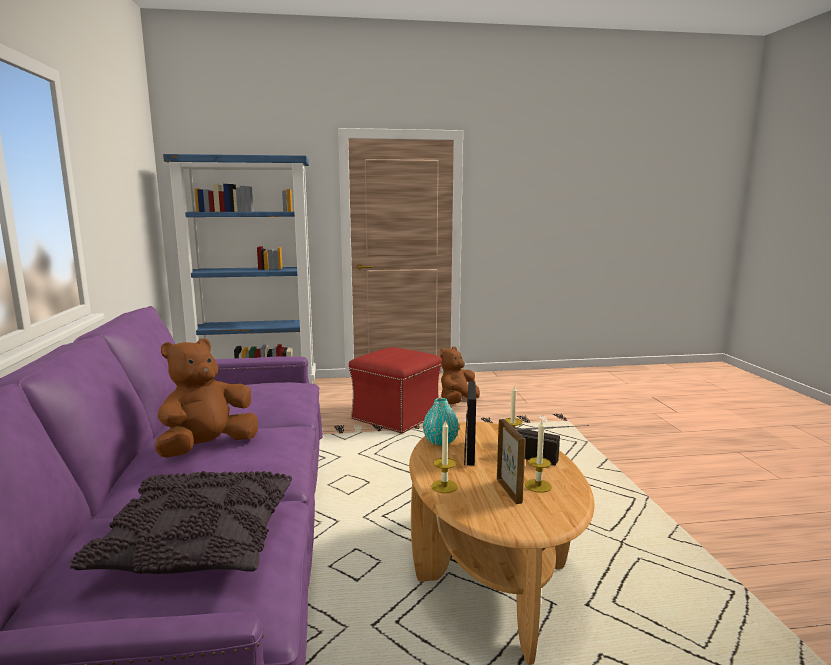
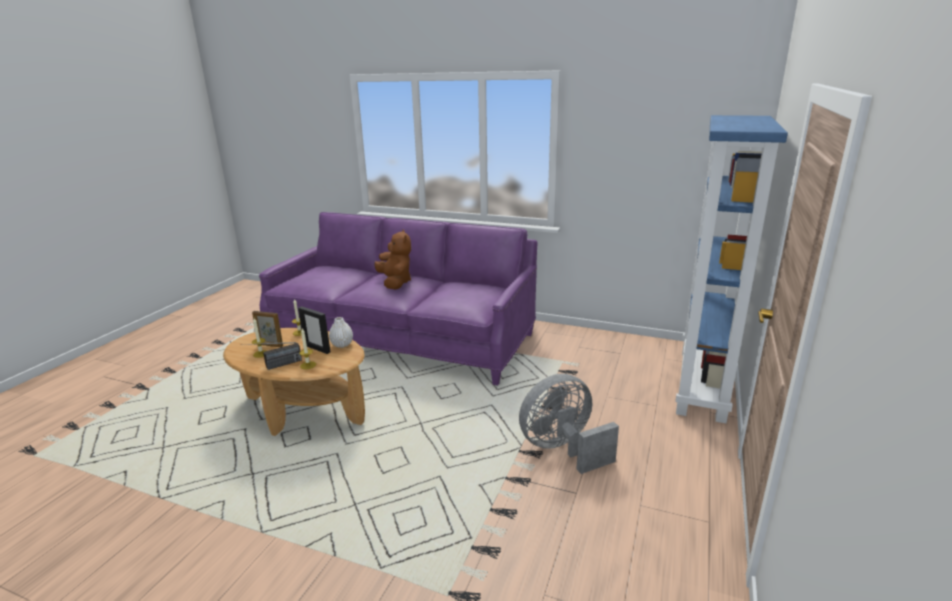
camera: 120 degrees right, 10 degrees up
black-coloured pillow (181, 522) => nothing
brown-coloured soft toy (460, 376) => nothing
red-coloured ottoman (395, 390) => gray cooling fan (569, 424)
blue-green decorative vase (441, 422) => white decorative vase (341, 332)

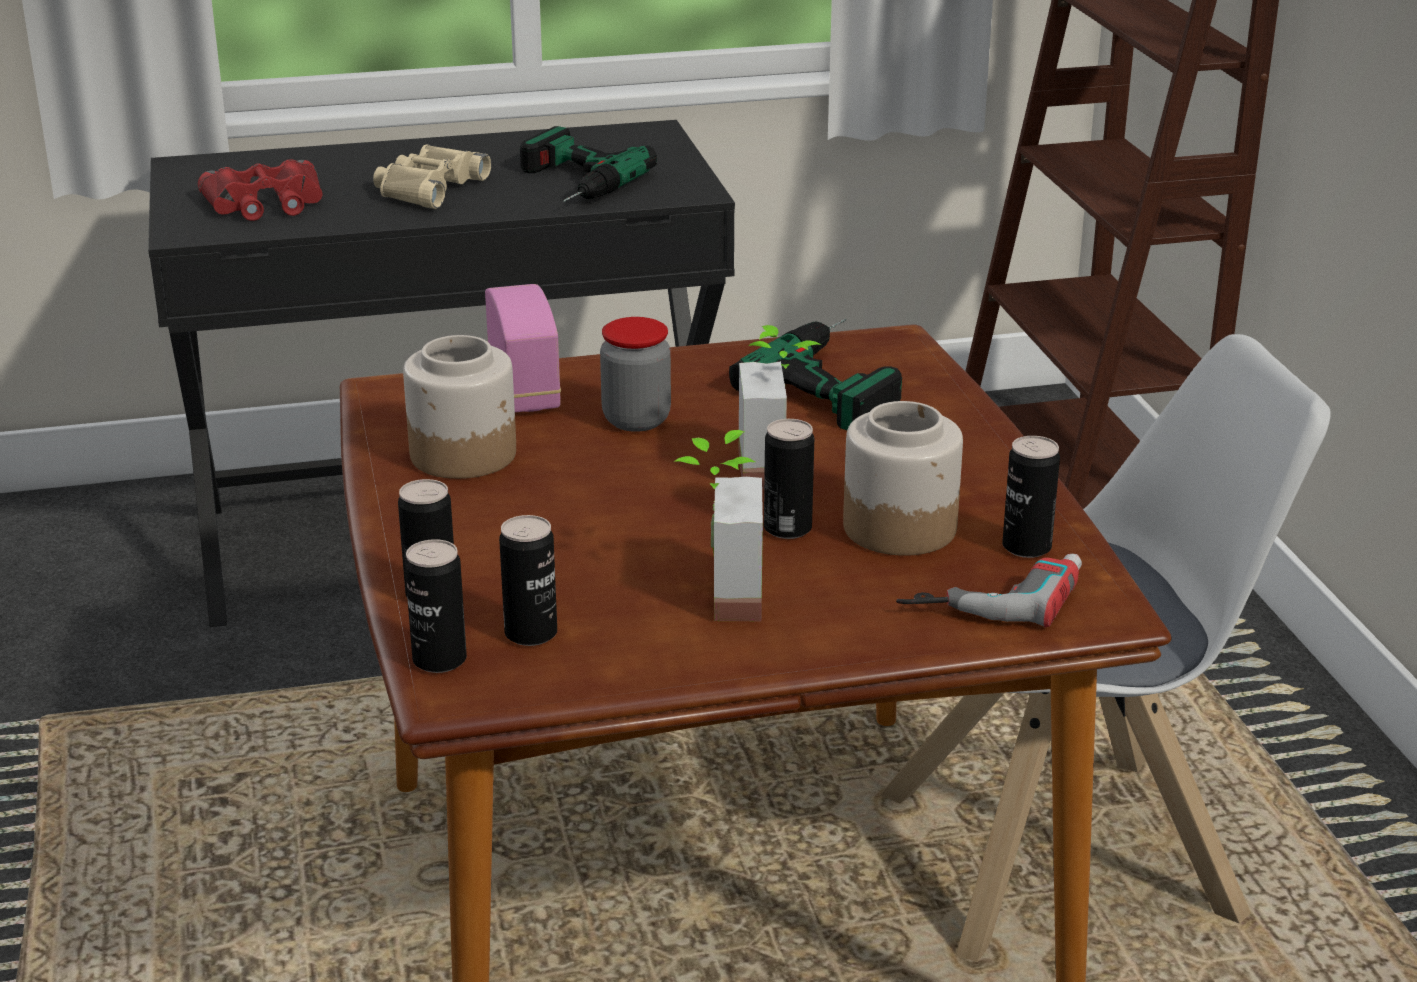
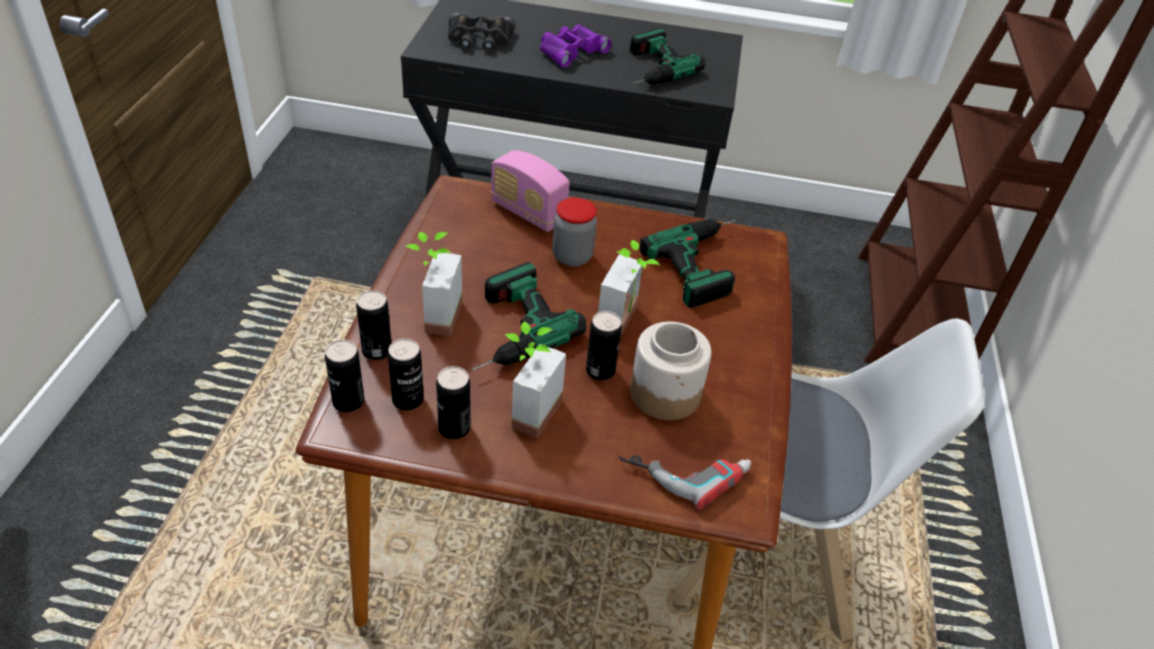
camera: 20 degrees right, 15 degrees up
storage jar (459, 407) => nothing
nothing => plant in a pot (433, 284)
nothing => electric drill (529, 316)
can (1031, 497) => can (453, 402), relocated
red-coloured pair of binoculars (260, 190) => black-coloured pair of binoculars (482, 32)
sand-coloured pair of binoculars (432, 176) => purple pair of binoculars (576, 46)
radio receiver (523, 348) => radio receiver (530, 191), 120 degrees clockwise

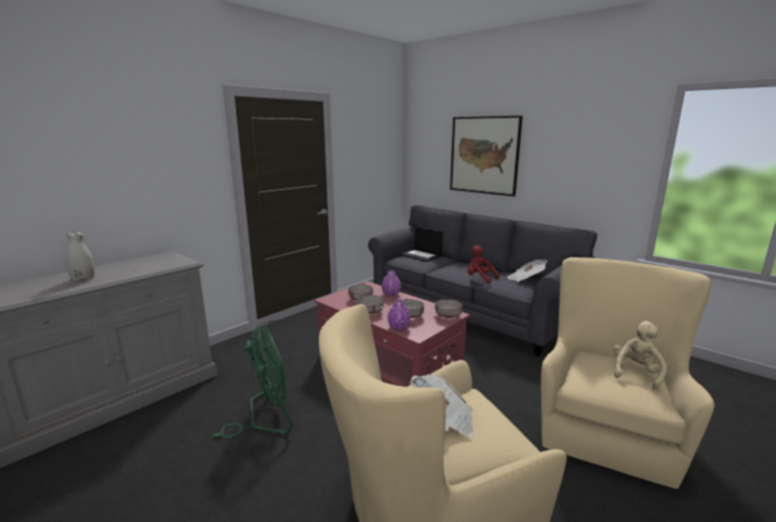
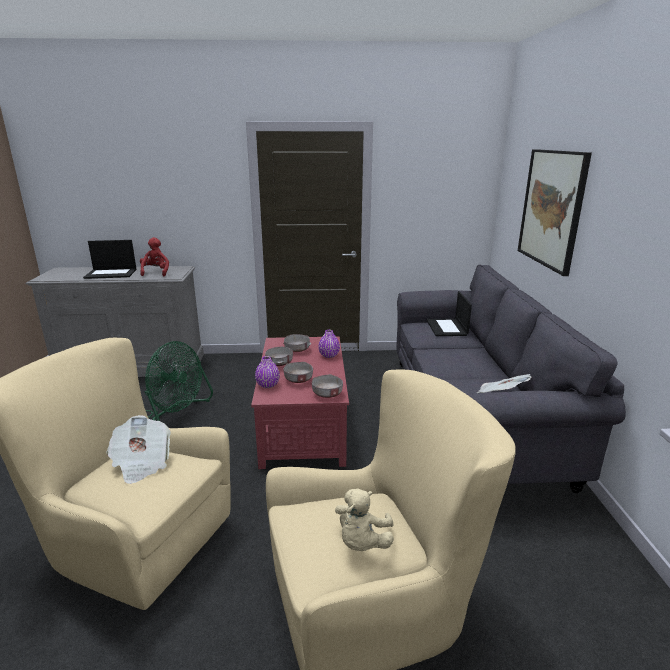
camera: 45 degrees right, 5 degrees up
red-coloured soft toy (483, 264) => red-coloured soft toy (154, 256), relocated
white decorative vase (80, 257) => laptop (110, 259)
sand-coloured soft toy (640, 355) => sand-coloured soft toy (364, 519), 120 degrees clockwise

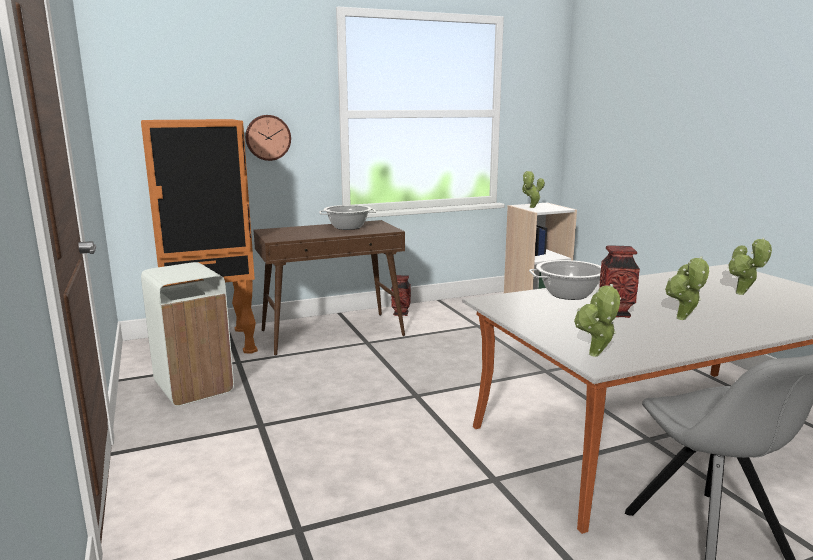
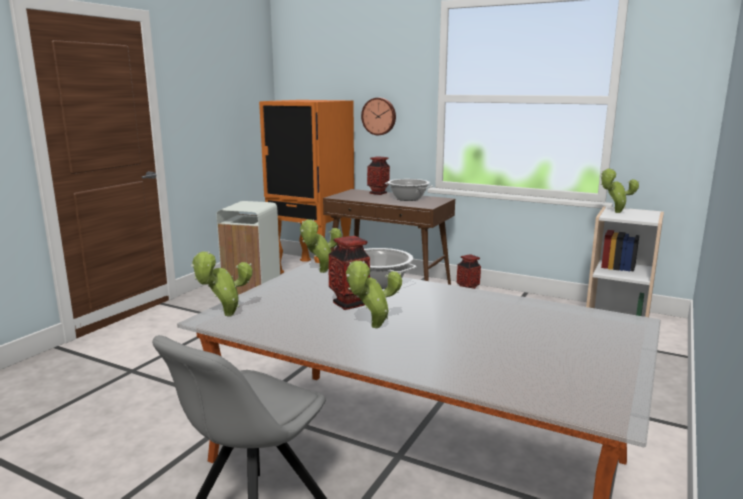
camera: 50 degrees right, 0 degrees up
nothing => decorative vase (378, 175)
plant in a pot (749, 266) => plant in a pot (321, 246), relocated

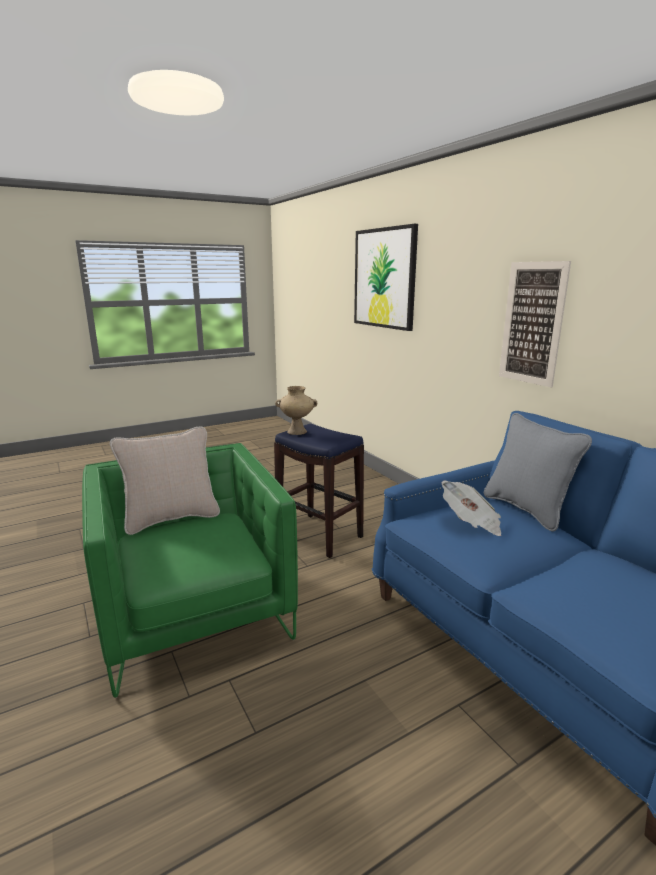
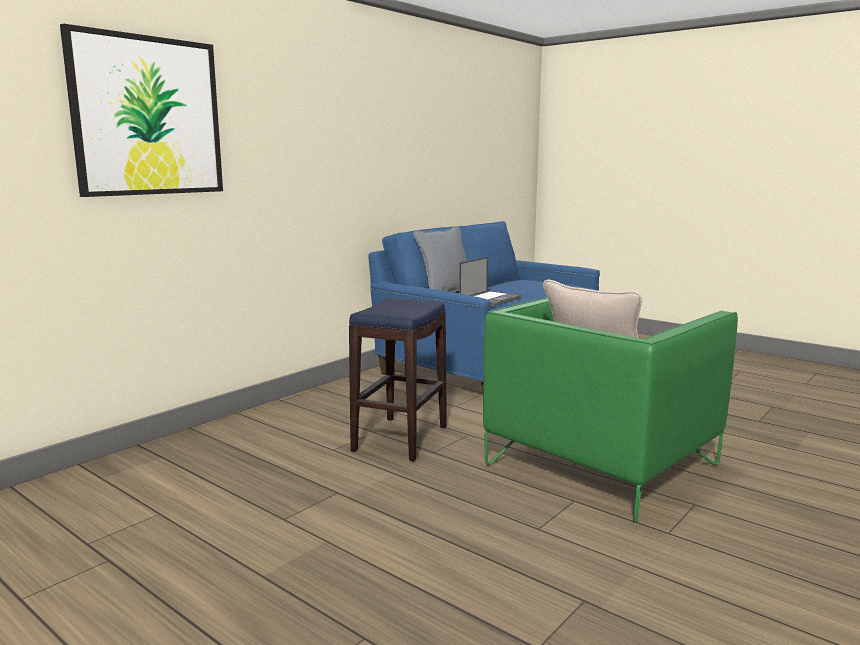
camera: 110 degrees left, 5 degrees down
sand-coloured decorative vase (296, 410) => nothing
picture (535, 324) => nothing
newspaper (471, 508) => laptop (490, 281)

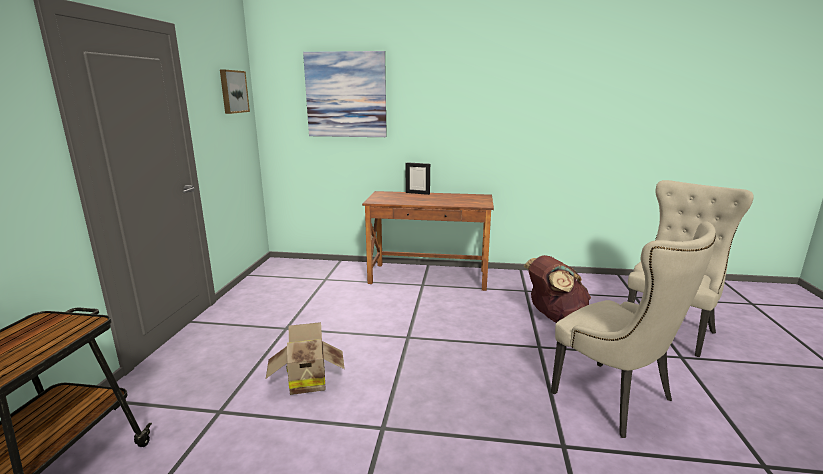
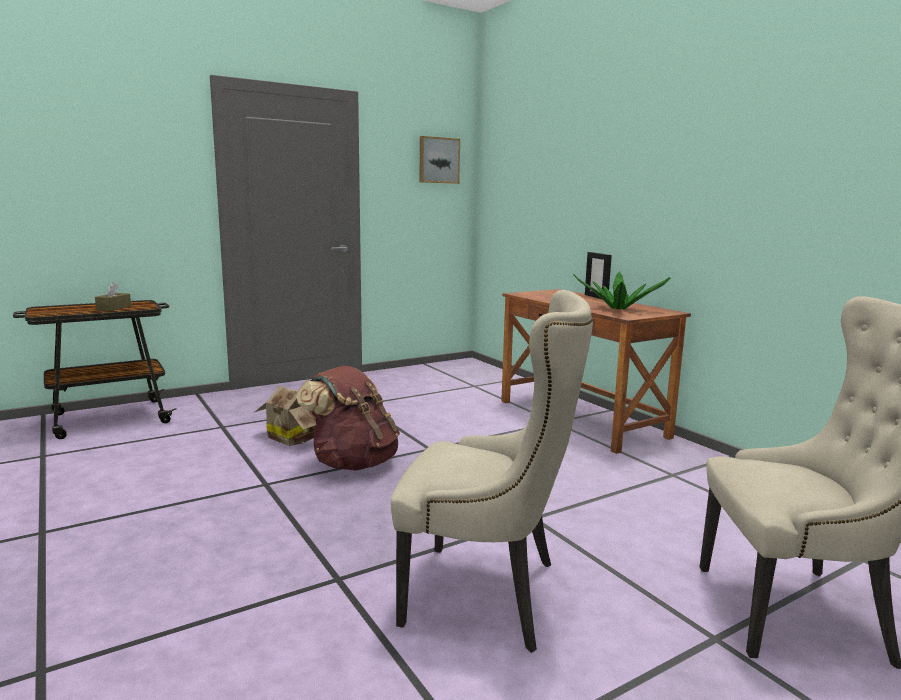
camera: 50 degrees right, 5 degrees down
picture (345, 94) => nothing
nothing => brown-coloured tissue holder (113, 296)
nothing => plant in a pot (621, 290)
brown-coloured rucksack (557, 289) => brown-coloured rucksack (348, 418), relocated
sand-coloured upright chair (633, 329) => sand-coloured upright chair (492, 471), 90 degrees counterclockwise

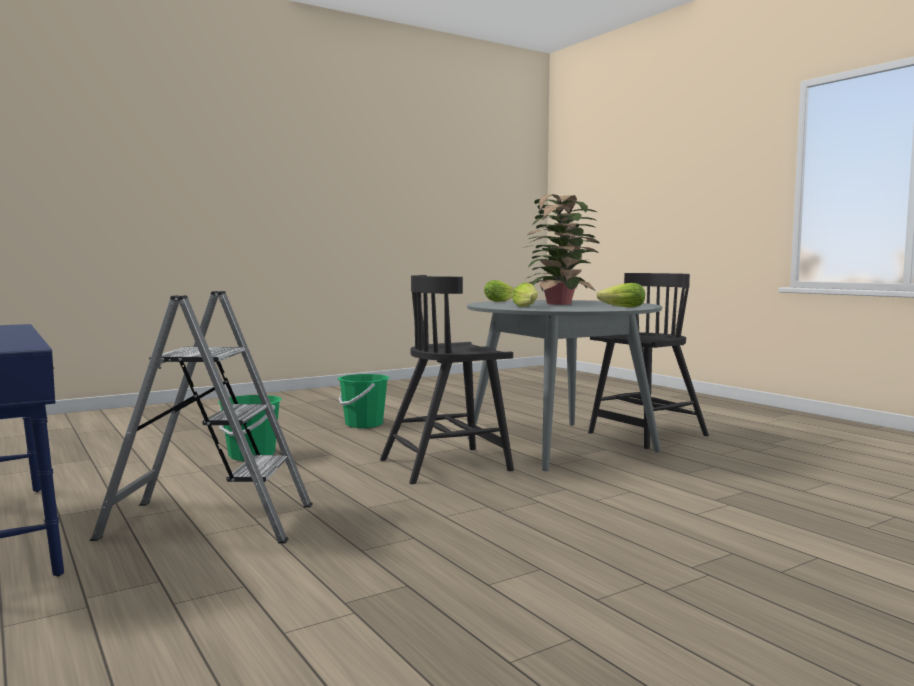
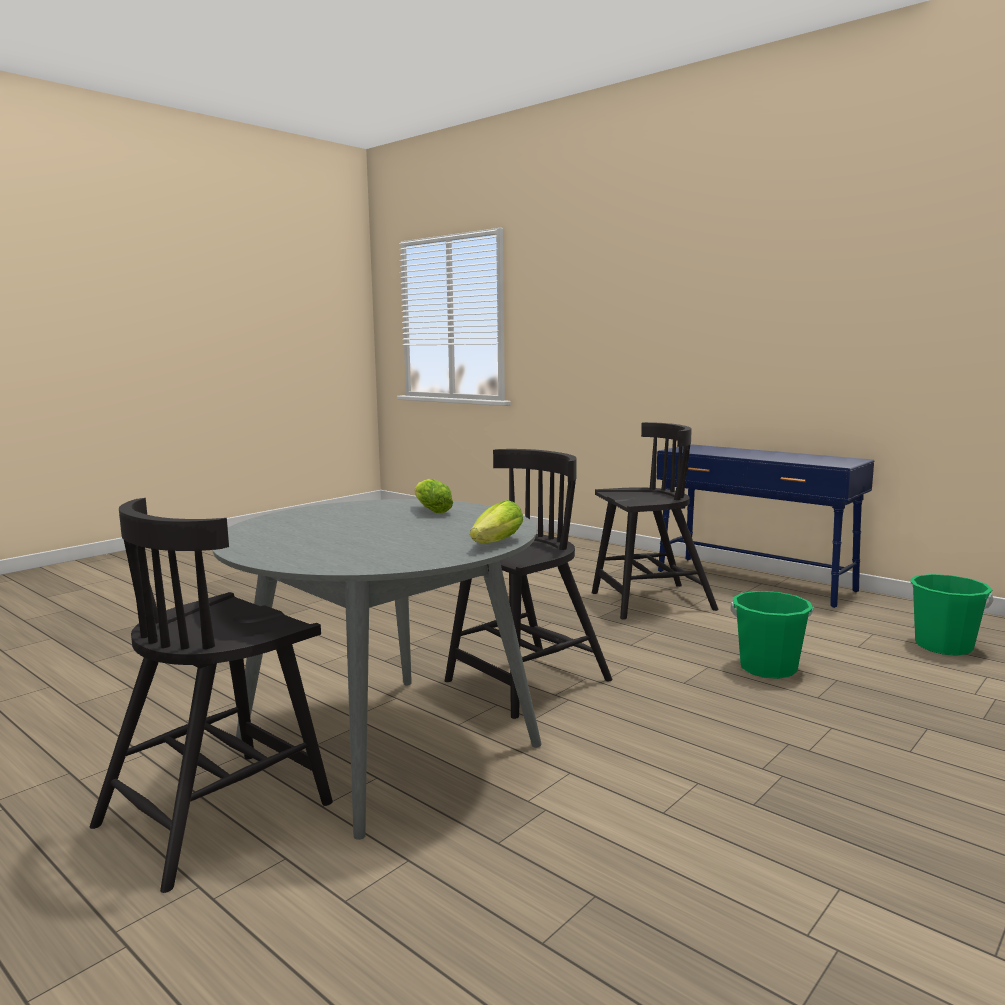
camera: 165 degrees right, 5 degrees up
plant in a pot (561, 249) => nothing
lettuce (620, 295) => nothing
greenish water bucket (363, 401) => greenish water bucket (952, 615), relocated
gray step ladder (201, 417) => black-coloured upright chair (655, 520)

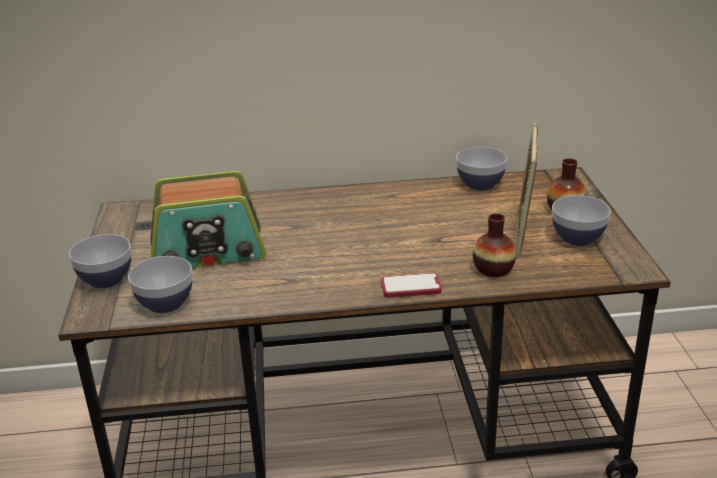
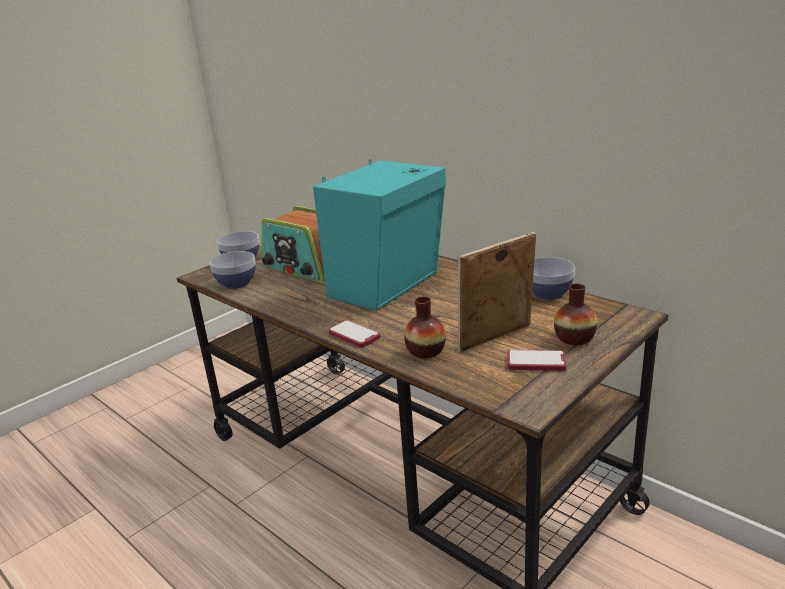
camera: 50 degrees right, 5 degrees down
nothing => blue-green loudspeaker (379, 235)
serving bowl (581, 220) => phone (536, 360)

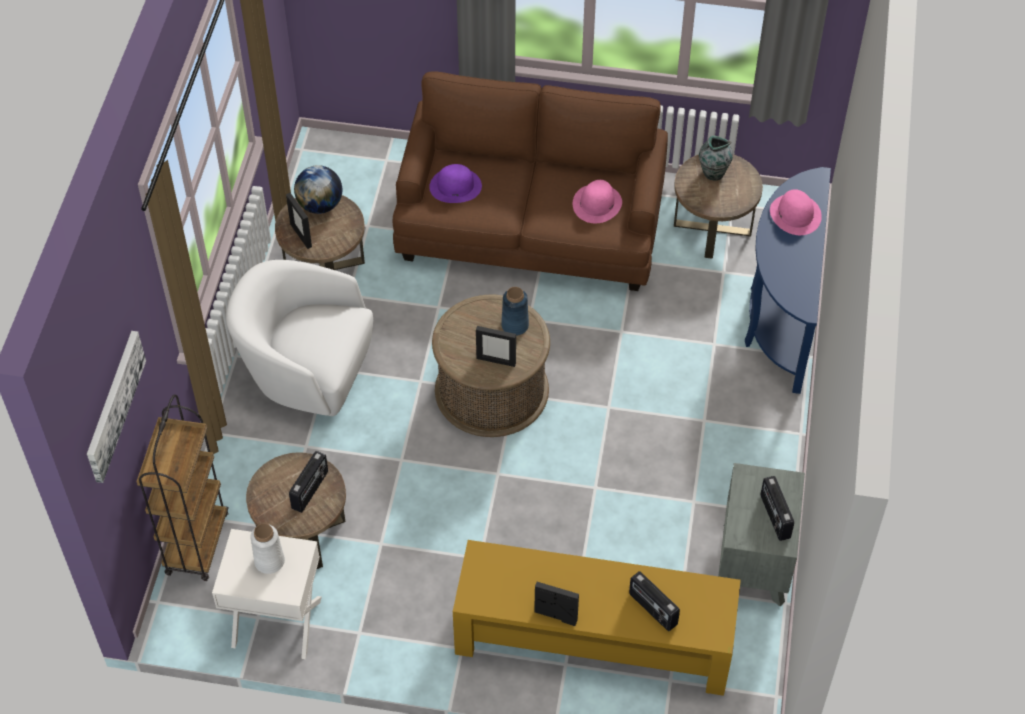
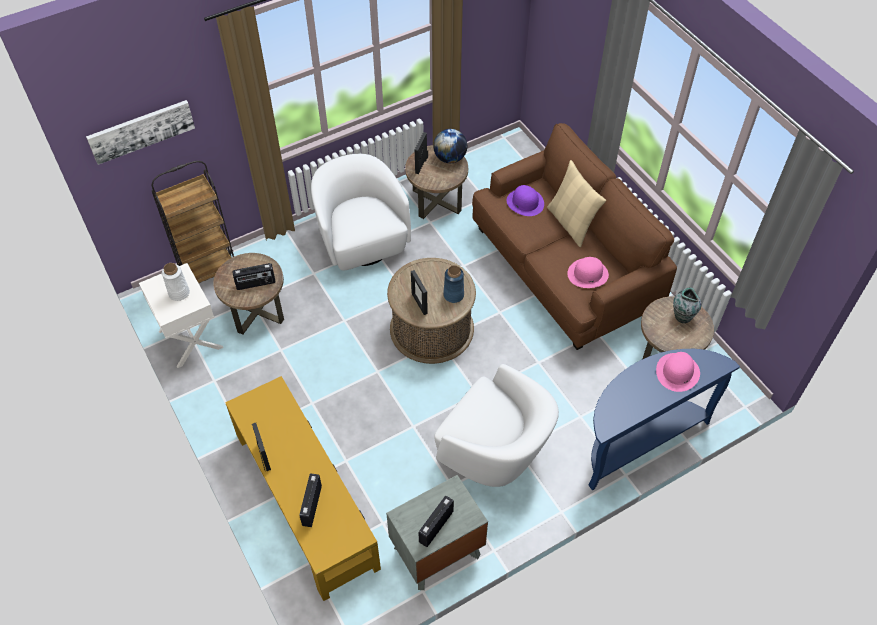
camera: 50 degrees right, 0 degrees up
nothing => white easy chair (496, 425)
nothing => sand-coloured pillow (576, 203)

